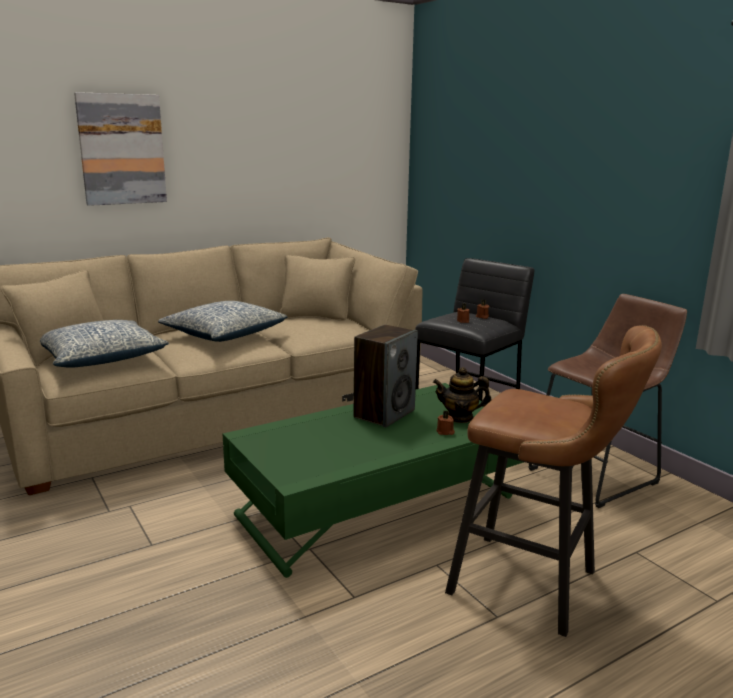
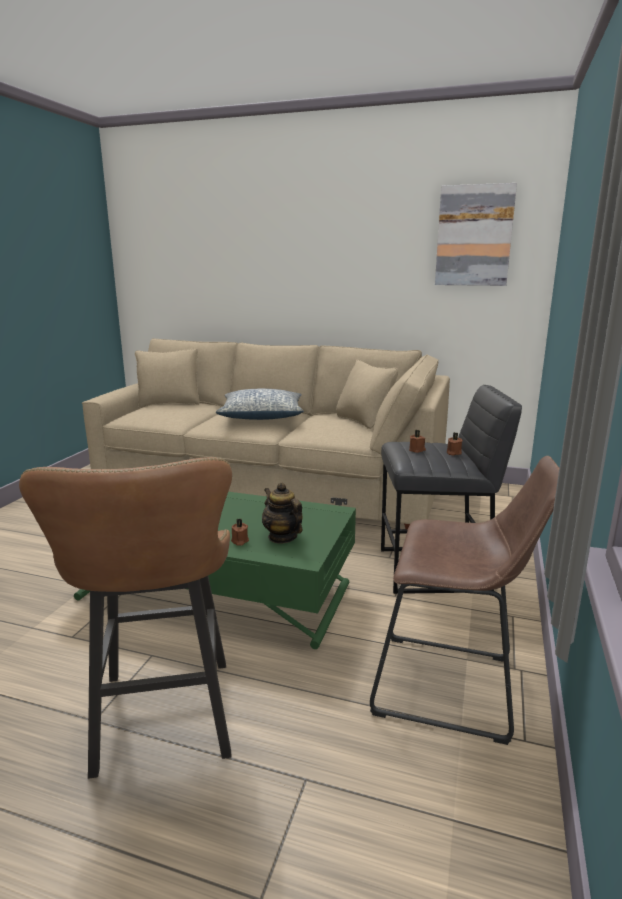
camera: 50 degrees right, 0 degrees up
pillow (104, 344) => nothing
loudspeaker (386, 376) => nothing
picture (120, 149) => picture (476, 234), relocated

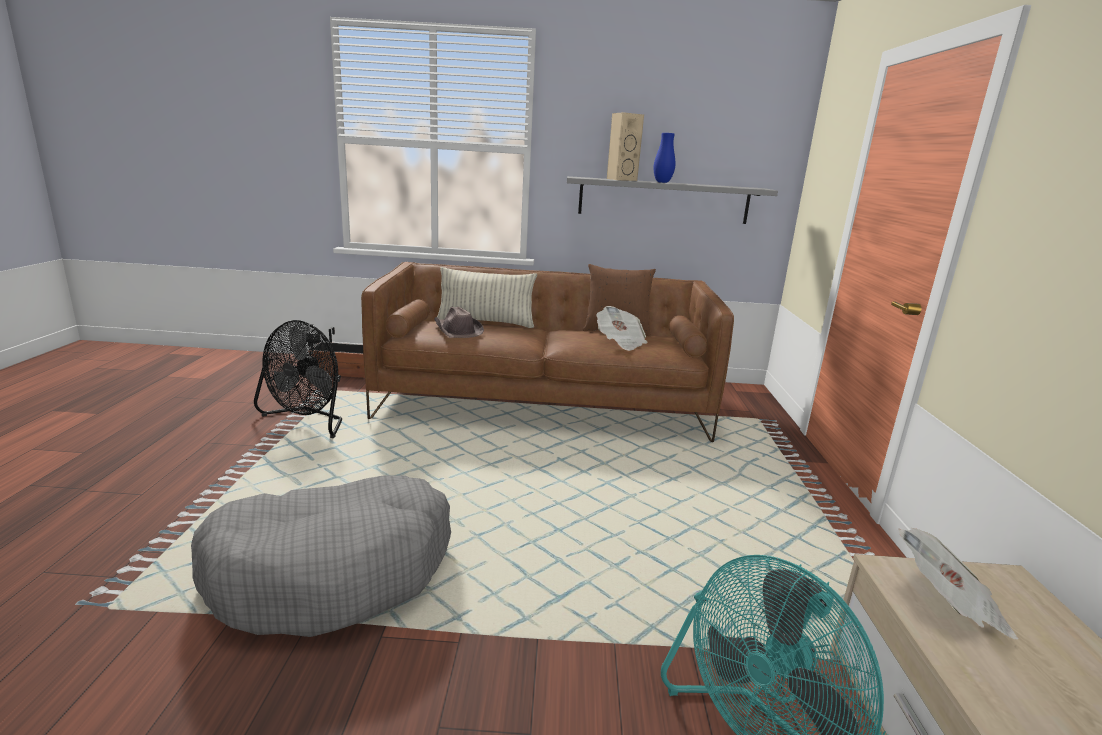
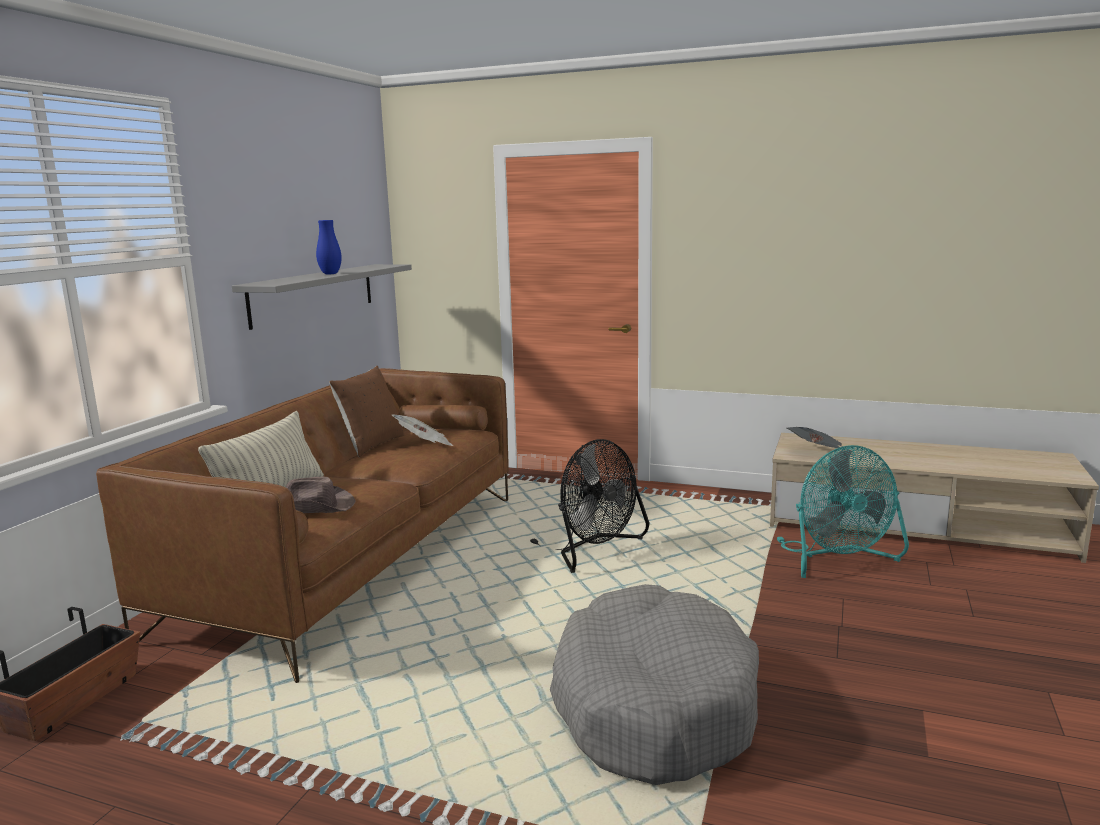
camera: 70 degrees left, 5 degrees down
sand-coloured loudspeaker (625, 146) => nothing
black-coloured cooling fan (298, 379) => black-coloured cooling fan (589, 506), relocated

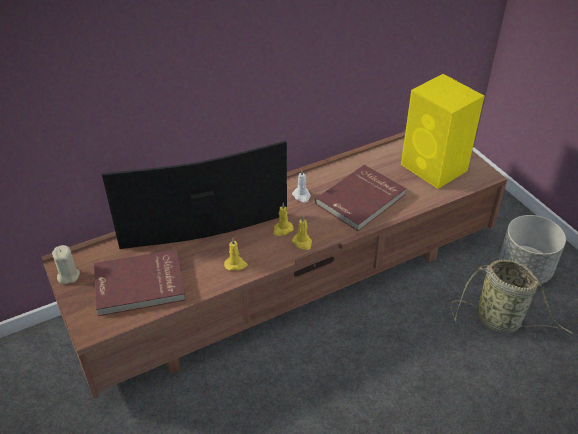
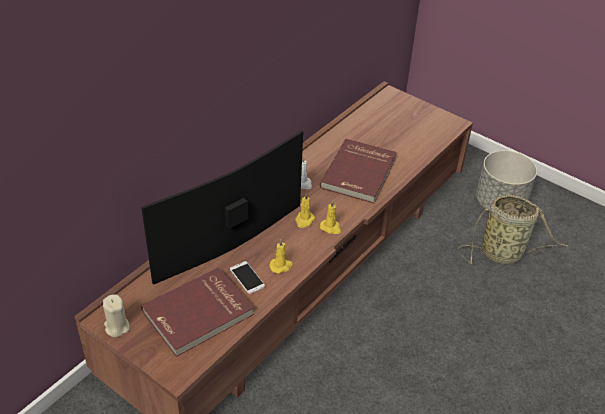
camera: 25 degrees left, 0 degrees up
yellow-coloured loudspeaker (442, 131) => nothing
nothing => phone (247, 277)

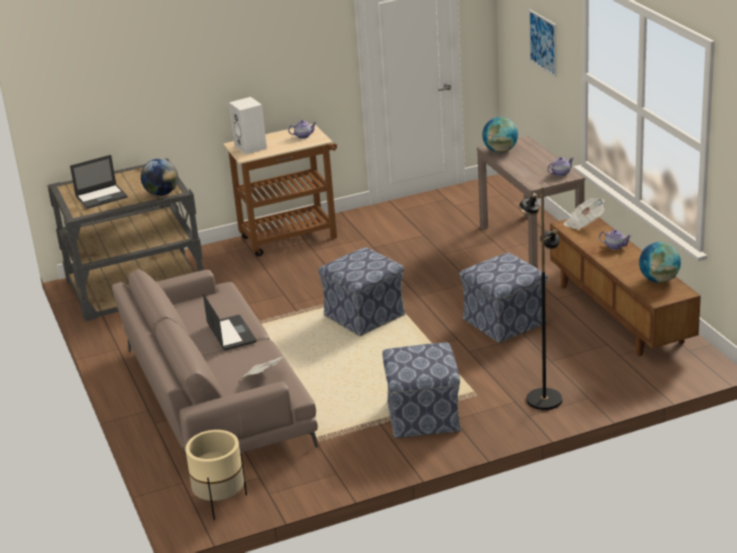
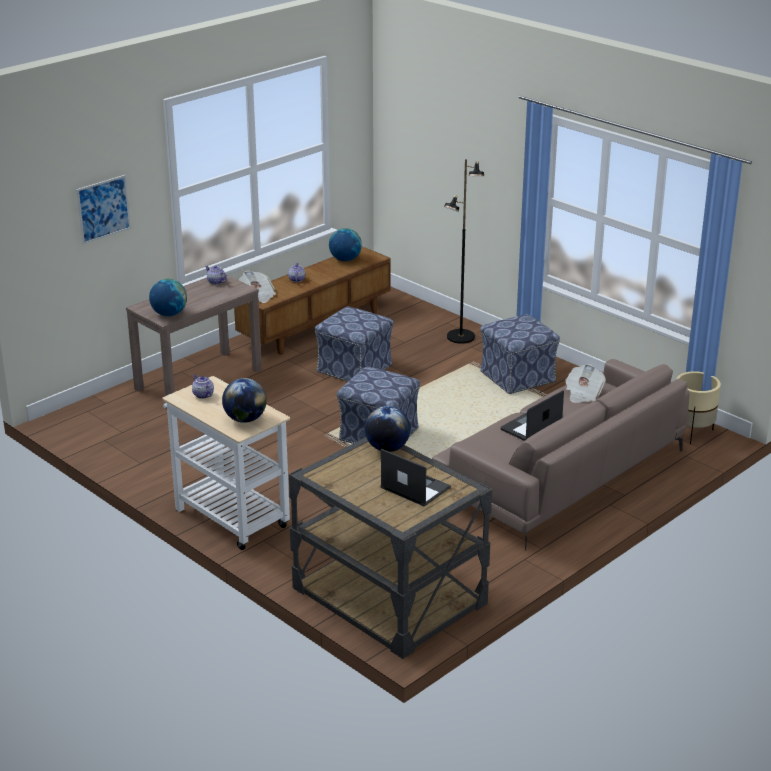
camera: 115 degrees left, 0 degrees up
white loudspeaker (248, 126) => globe (244, 400)
brown-coloured cart (280, 190) => white cart (226, 463)

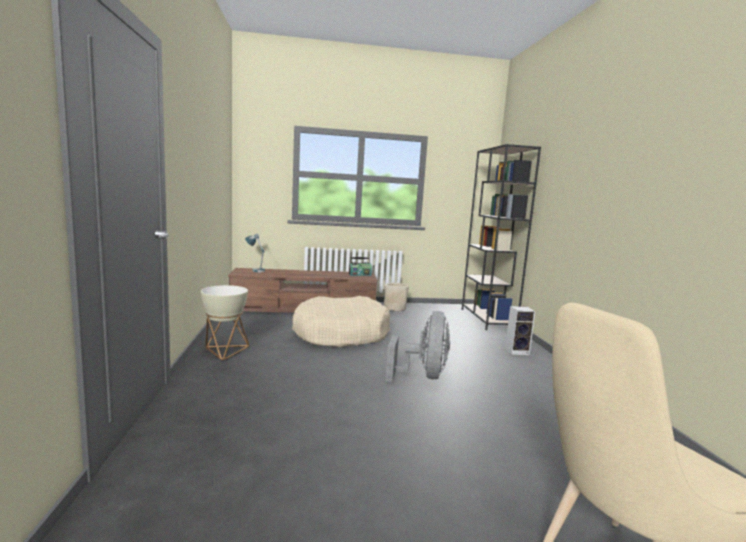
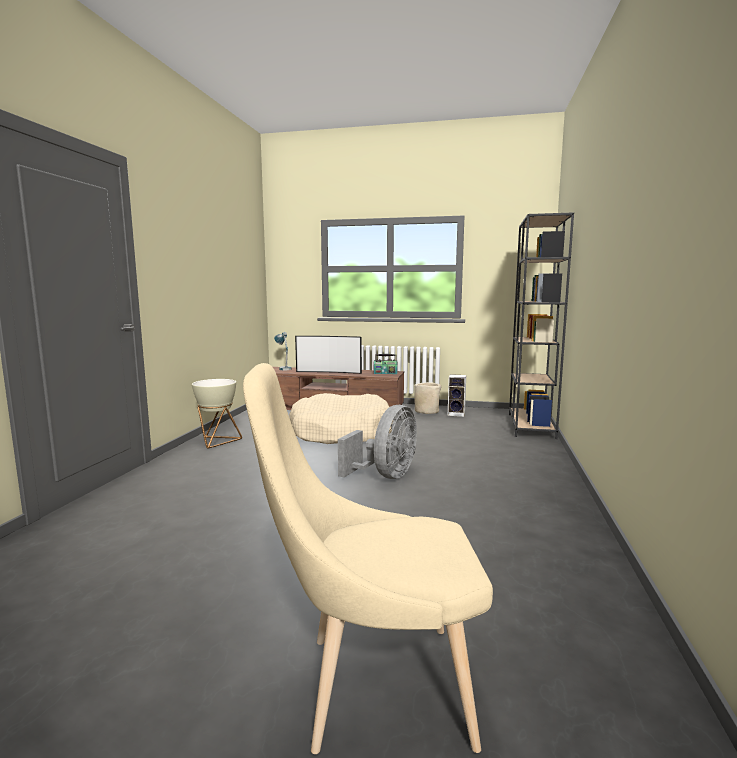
camera: 20 degrees right, 0 degrees up
nothing => television (328, 355)
loudspeaker (520, 330) => loudspeaker (457, 395), relocated

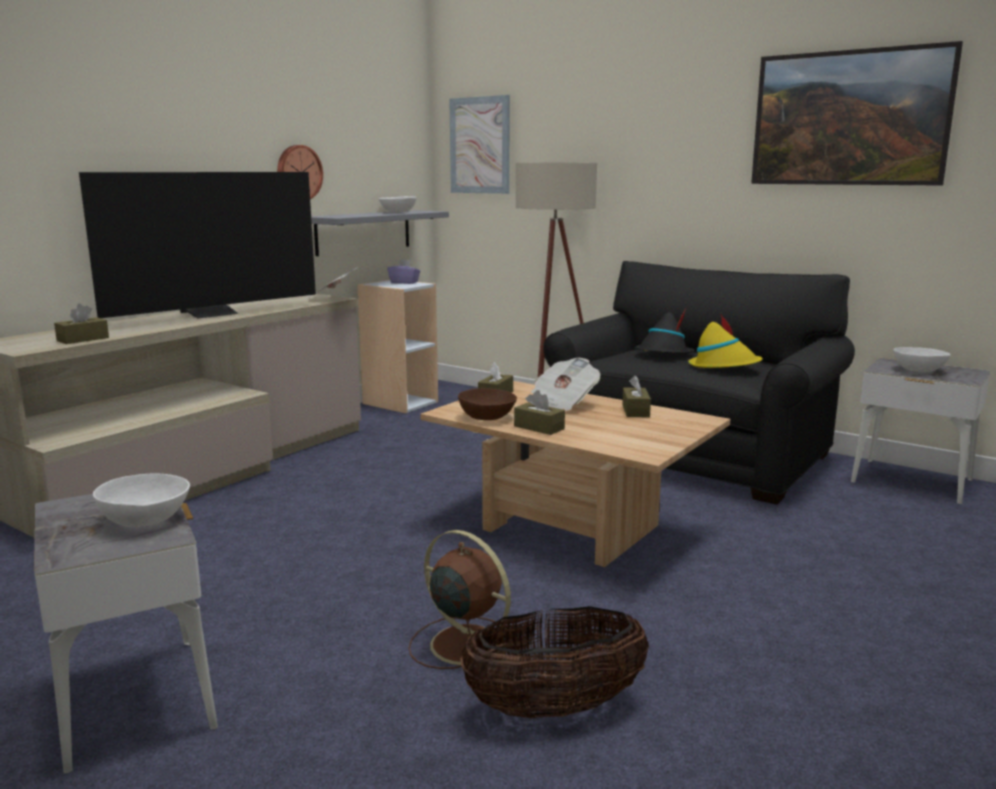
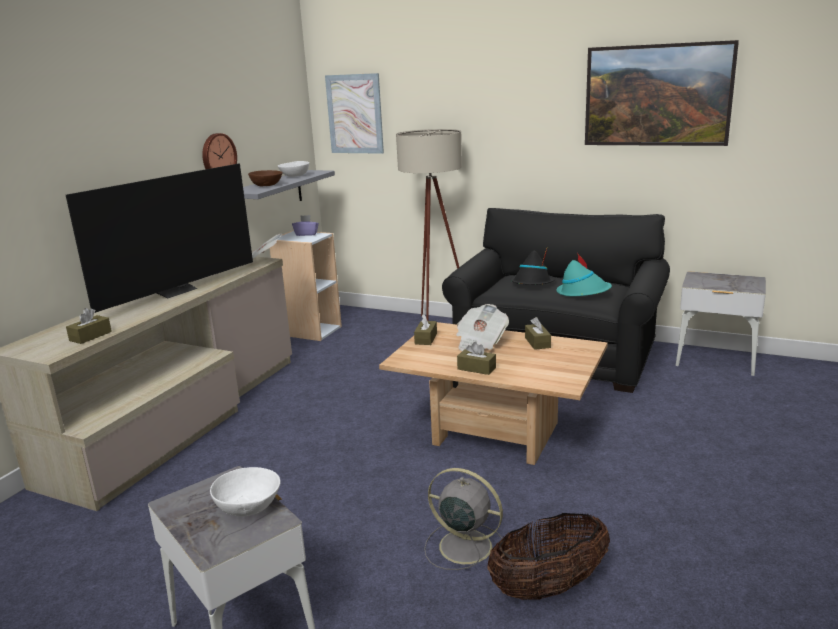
camera: 10 degrees left, 5 degrees up
white serving bowl (921, 359) => nothing
brown-coloured serving bowl (487, 404) => brown-coloured serving bowl (265, 178), relocated
brown-coloured cooling fan (464, 599) => gray cooling fan (463, 519)
yellow-coloured clothing hat (725, 341) => blue-green clothing hat (584, 274)

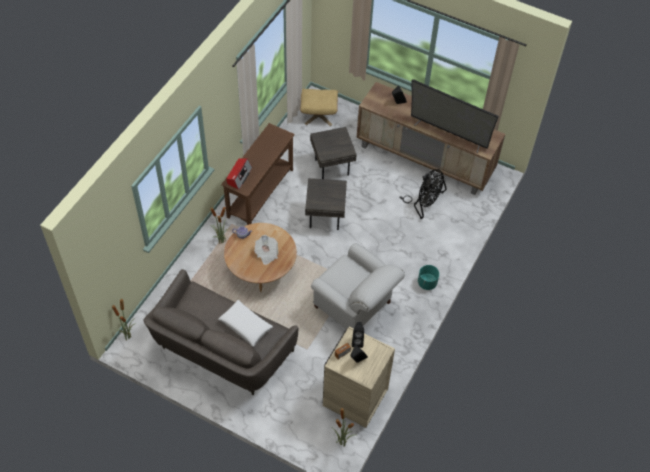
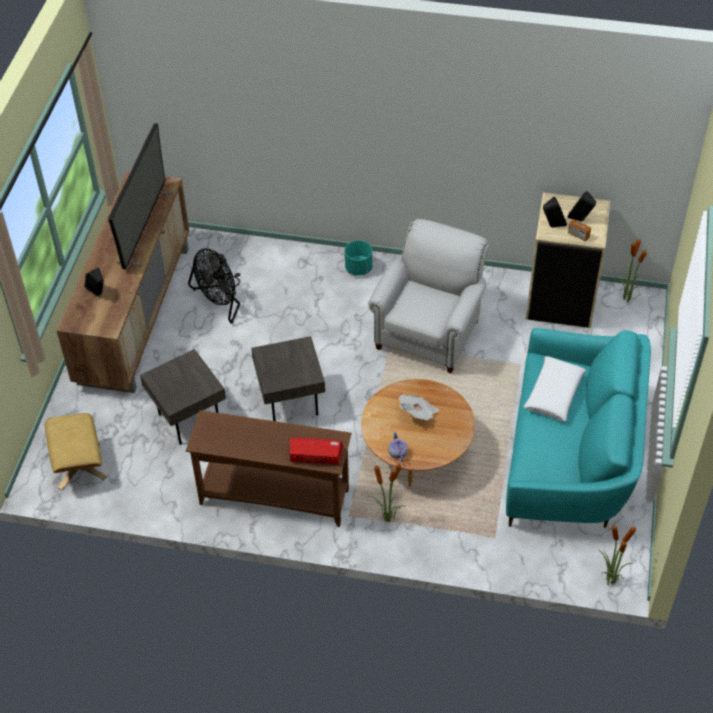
camera: 105 degrees left, 5 degrees down
gray couch (220, 332) => blue-green couch (578, 428)
black-coloured cooling fan (423, 194) => black-coloured cooling fan (214, 286), 150 degrees counterclockwise

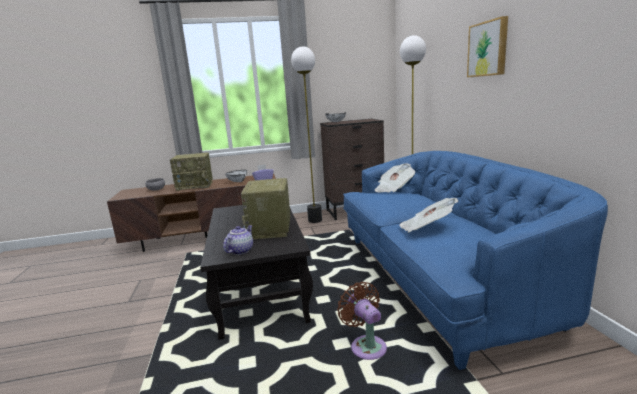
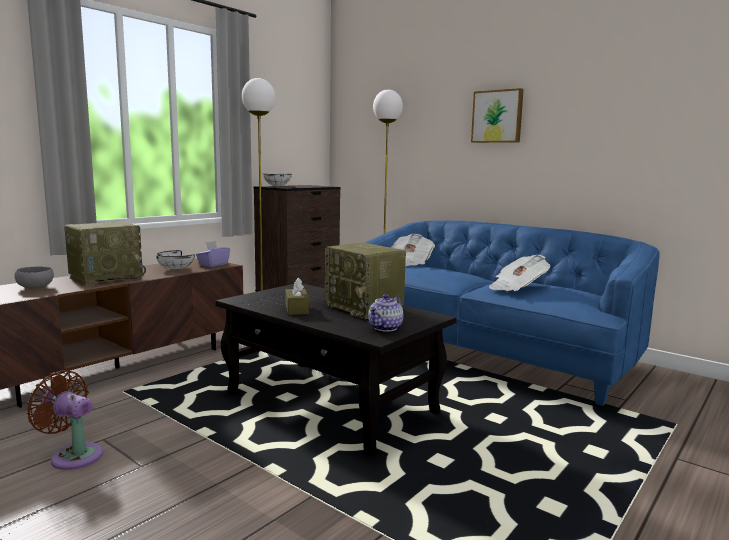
camera: 40 degrees left, 5 degrees down
nothing => brown-coloured tissue holder (297, 296)
brown-coloured cooling fan (362, 321) => brown-coloured cooling fan (65, 420), relocated
teapot (238, 240) => teapot (385, 313), 135 degrees counterclockwise

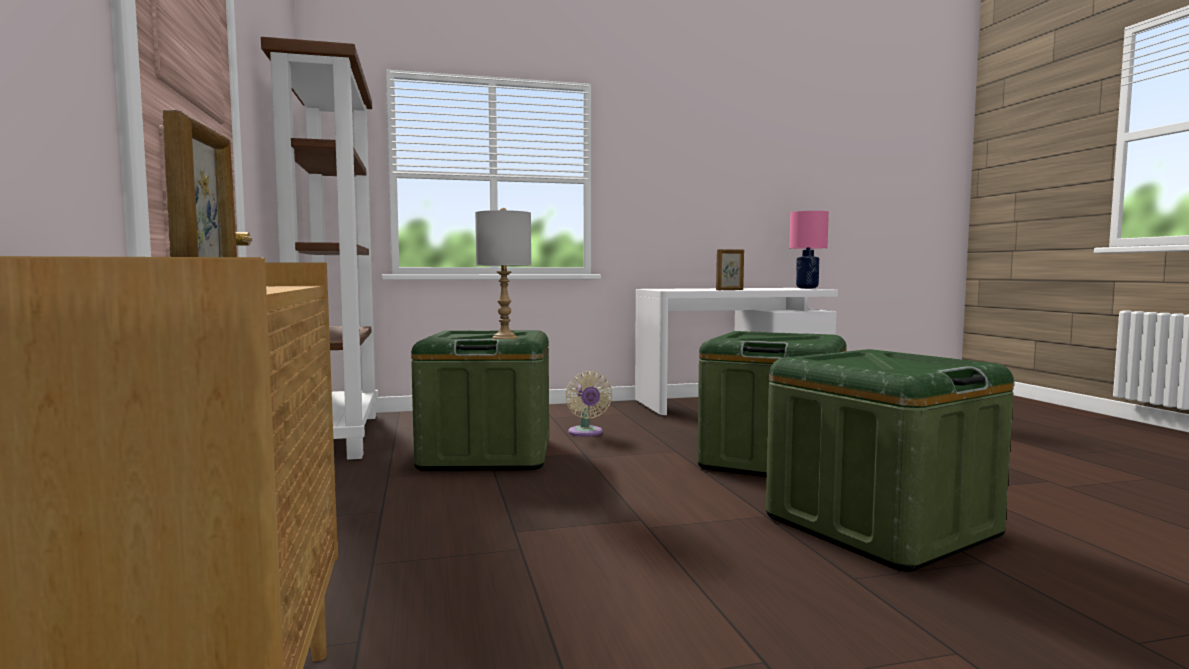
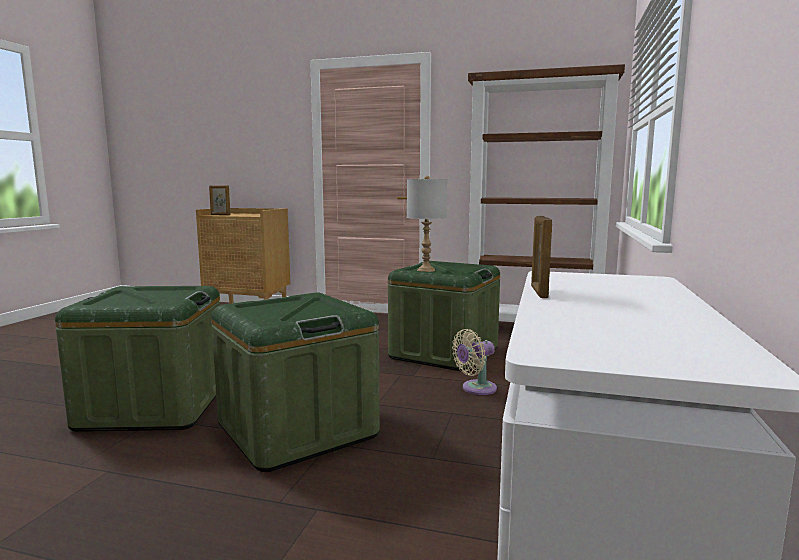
camera: 120 degrees right, 5 degrees up
pink tabletop lamp (809, 250) => nothing
sand-coloured cooling fan (588, 404) => sand-coloured cooling fan (474, 362), 45 degrees counterclockwise

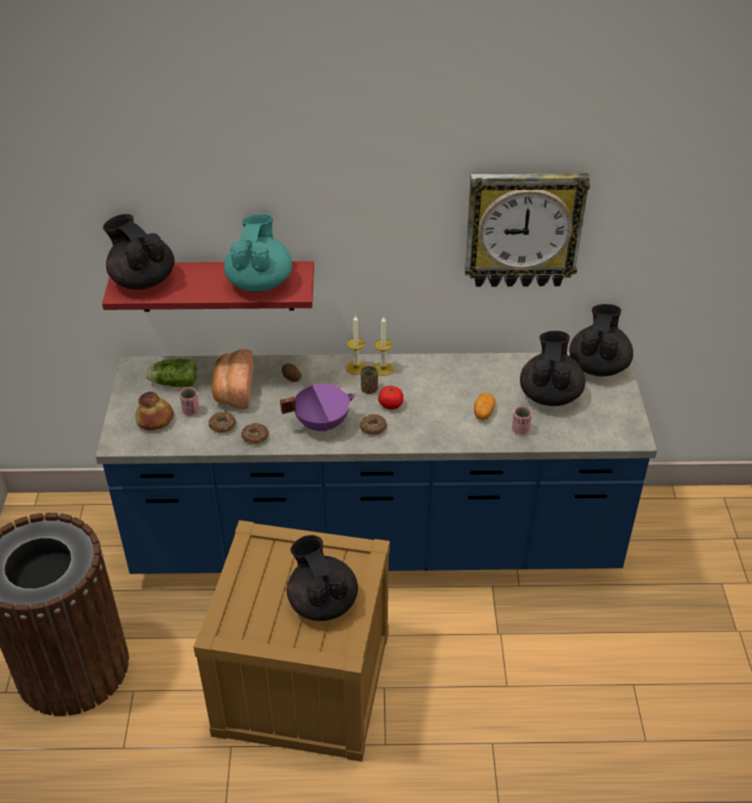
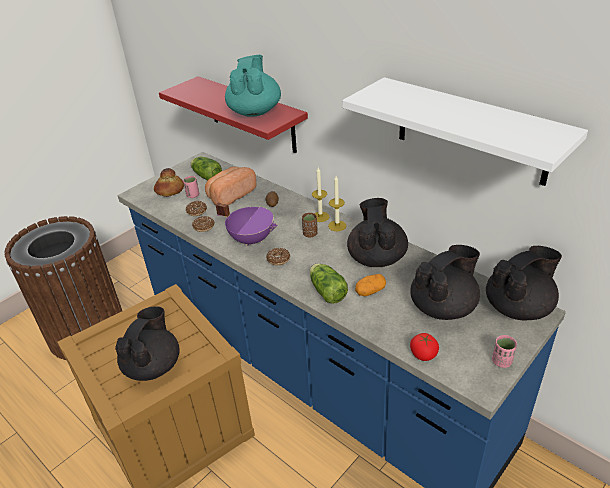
camera: 45 degrees right, 5 degrees down
nothing => lettuce (329, 283)
black-coloured teapot (139, 252) => black-coloured teapot (377, 232), relocated
fresh tomato (390, 398) => fresh tomato (424, 347), relocated
pink cup (522, 420) => pink cup (504, 351), relocated
hanging clock (527, 230) => white bracket shelf (465, 131)
blue-green teapot (258, 253) => blue-green teapot (253, 86), 45 degrees counterclockwise

